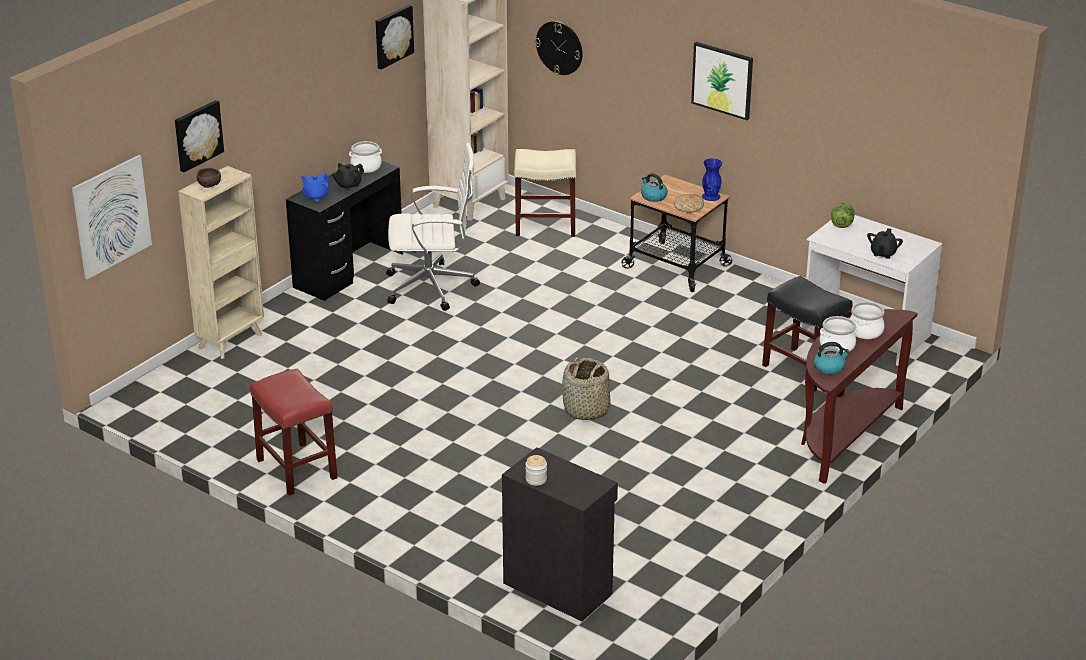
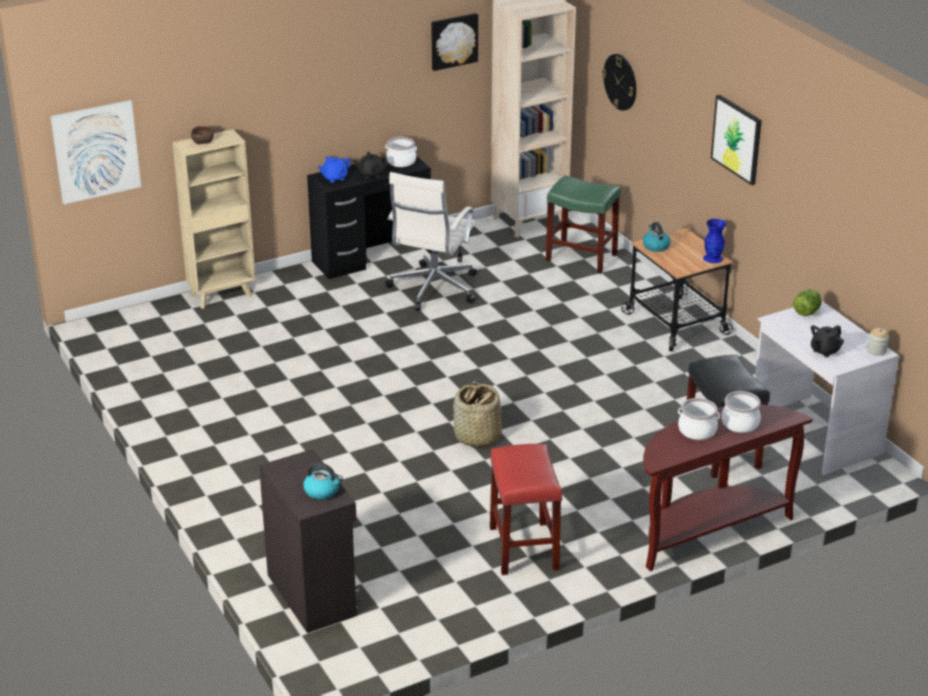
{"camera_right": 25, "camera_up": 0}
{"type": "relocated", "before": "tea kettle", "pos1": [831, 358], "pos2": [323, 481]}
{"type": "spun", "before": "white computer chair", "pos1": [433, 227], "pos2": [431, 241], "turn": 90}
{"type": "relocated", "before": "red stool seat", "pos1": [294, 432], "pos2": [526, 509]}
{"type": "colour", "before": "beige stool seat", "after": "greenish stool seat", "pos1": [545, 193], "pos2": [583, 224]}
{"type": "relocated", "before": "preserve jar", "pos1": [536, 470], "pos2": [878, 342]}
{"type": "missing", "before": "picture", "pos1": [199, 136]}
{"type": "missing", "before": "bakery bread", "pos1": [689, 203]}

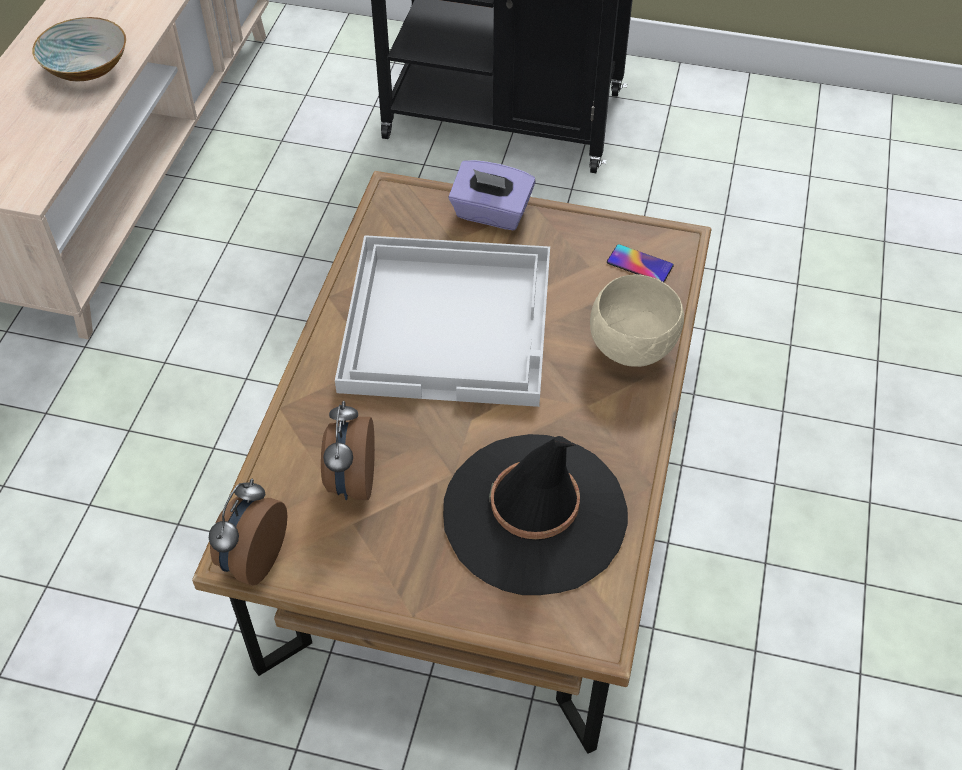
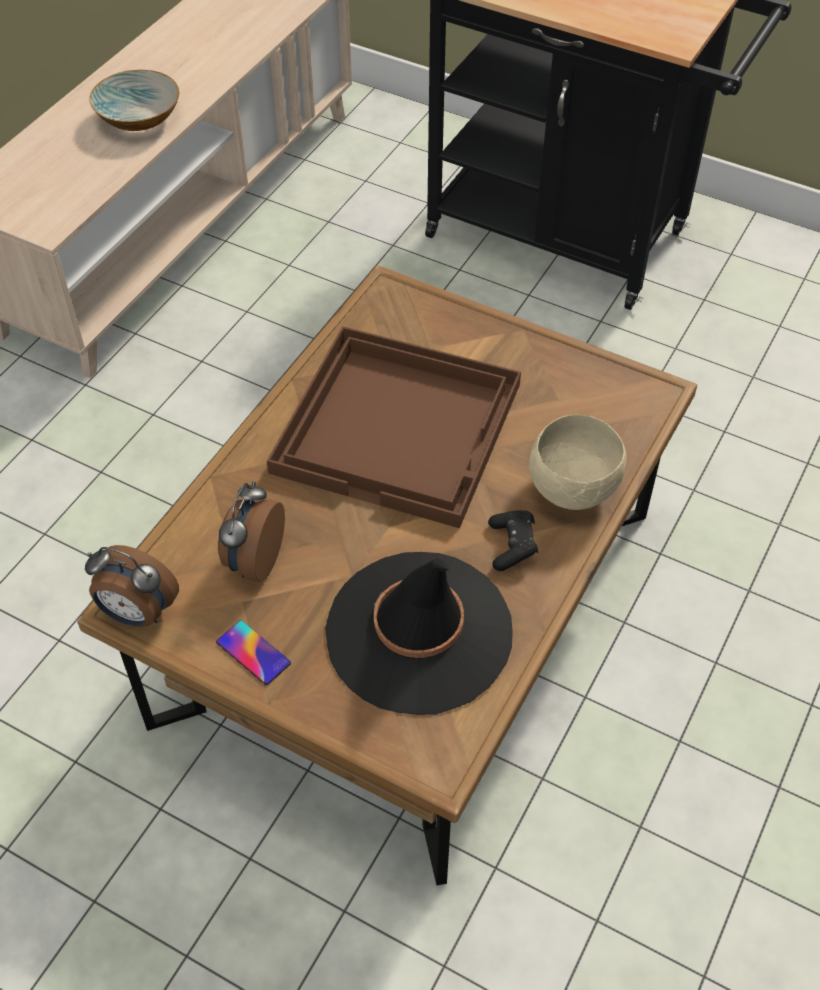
{"camera_right": 15, "camera_up": 0}
{"type": "spun", "before": "alarm clock", "pos1": [248, 532], "pos2": [132, 586], "turn": -105}
{"type": "relocated", "before": "handset", "pos1": [640, 263], "pos2": [253, 653]}
{"type": "colour", "before": "white carrying tray", "after": "brown-coloured carrying tray", "pos1": [442, 321], "pos2": [394, 427]}
{"type": "appeared", "after": "blackish gamepad", "pos2": [513, 540]}
{"type": "missing", "before": "purplish box of tissues", "pos1": [492, 195]}

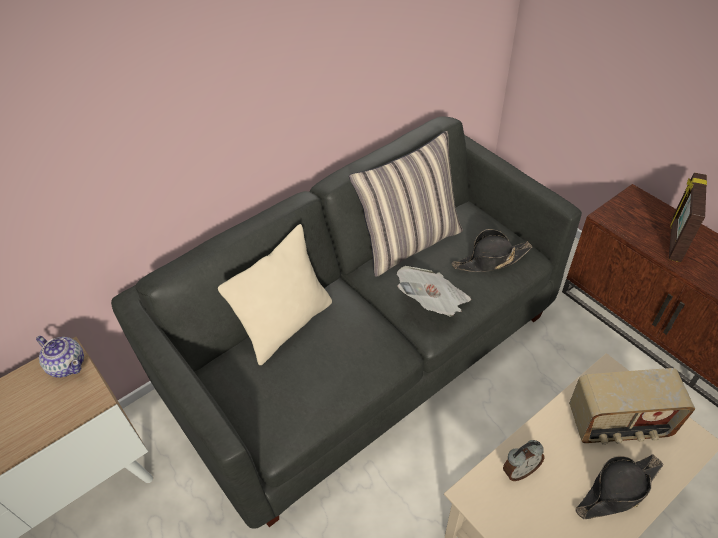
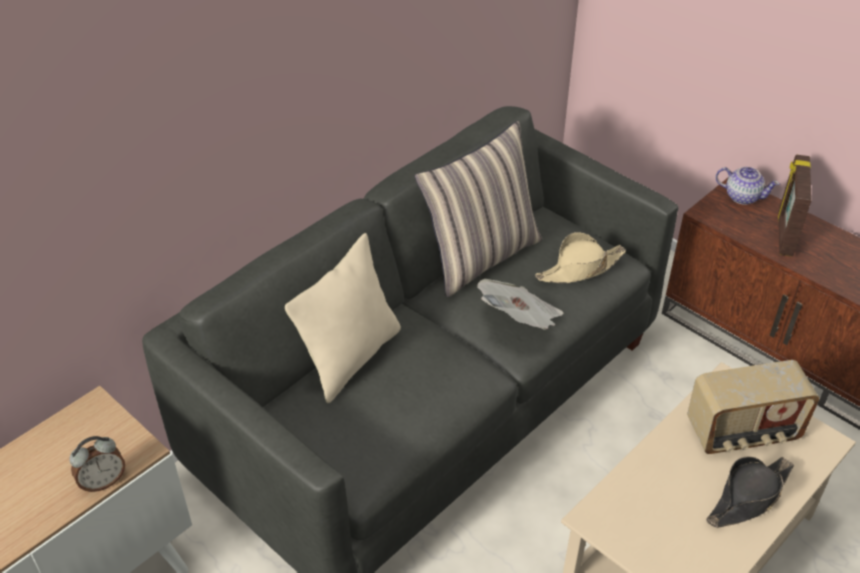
{"camera_right": -10, "camera_up": -5}
{"type": "relocated", "before": "alarm clock", "pos1": [523, 460], "pos2": [97, 464]}
{"type": "colour", "before": "blackish clothing hat", "after": "beige clothing hat", "pos1": [492, 250], "pos2": [580, 257]}
{"type": "relocated", "before": "pot for tea", "pos1": [60, 357], "pos2": [747, 186]}

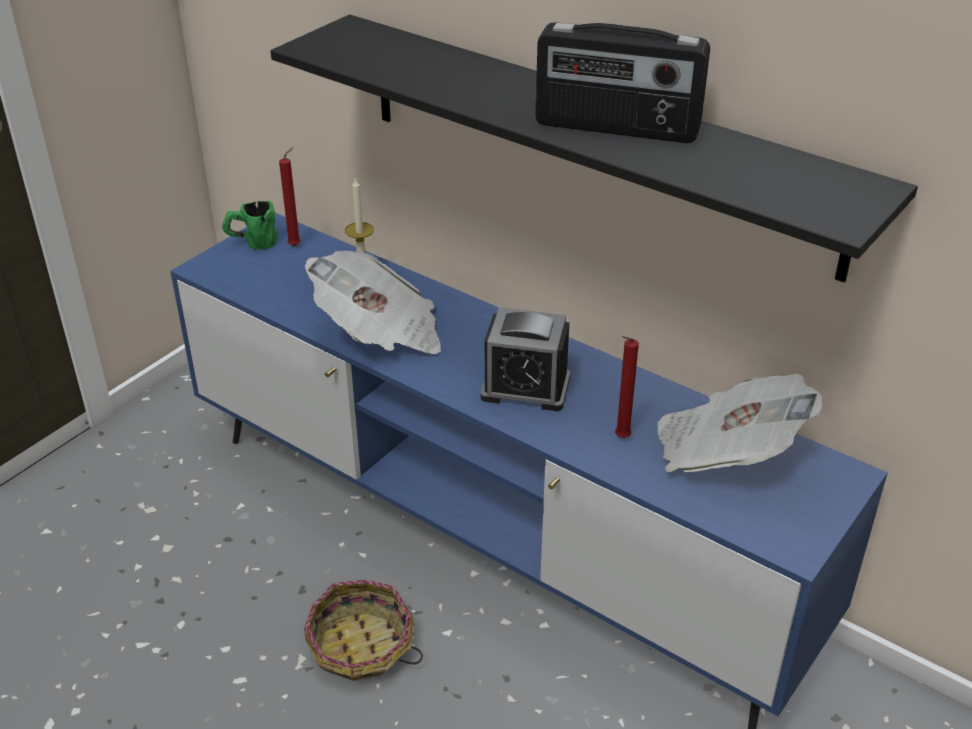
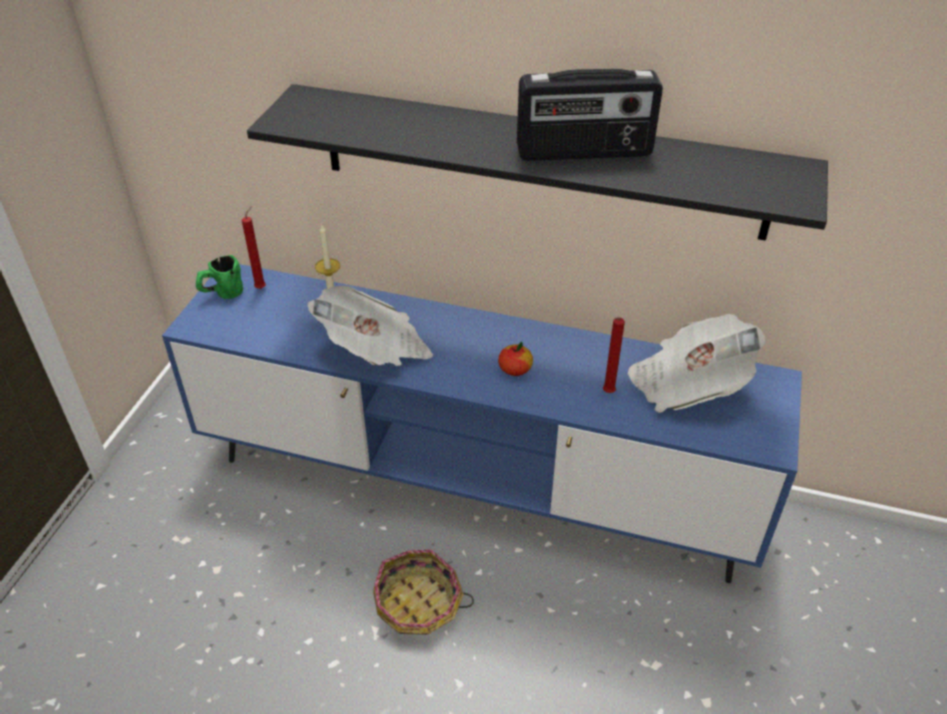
{"camera_right": -20, "camera_up": 5}
{"type": "exchanged", "before": "alarm clock", "after": "apple fruit", "pos1": [525, 359], "pos2": [515, 359]}

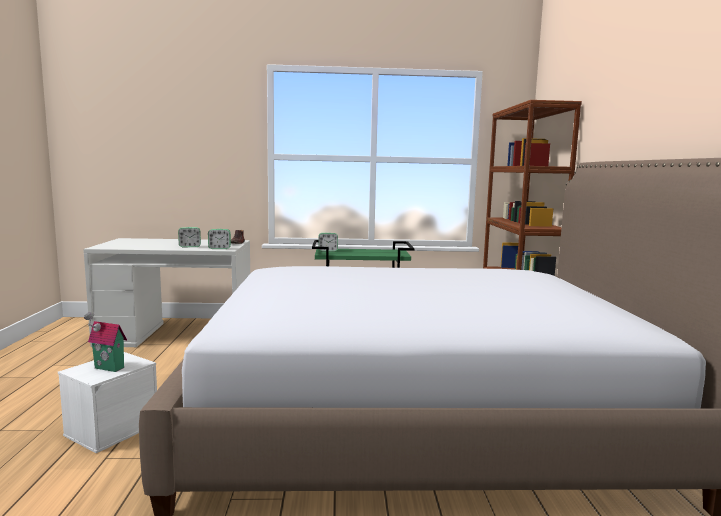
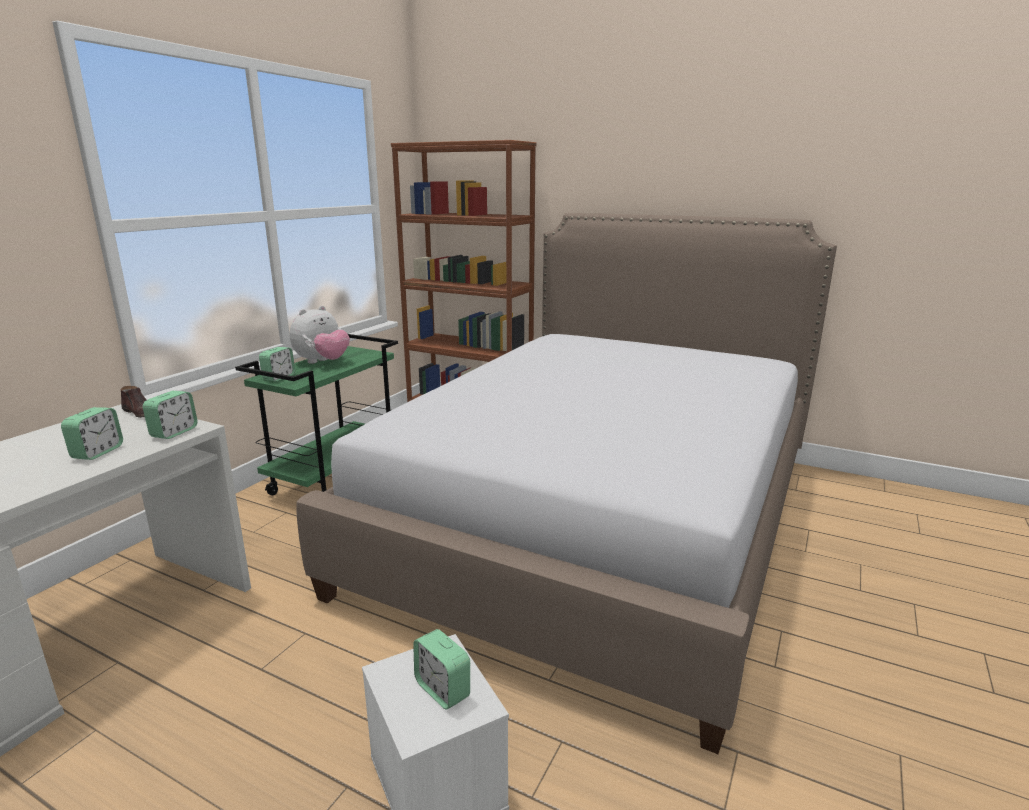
{"camera_right": -60, "camera_up": 10}
{"type": "appeared", "after": "cuddly toy", "pos2": [320, 335]}
{"type": "exchanged", "before": "model house", "after": "alarm clock", "pos1": [105, 342], "pos2": [441, 669]}

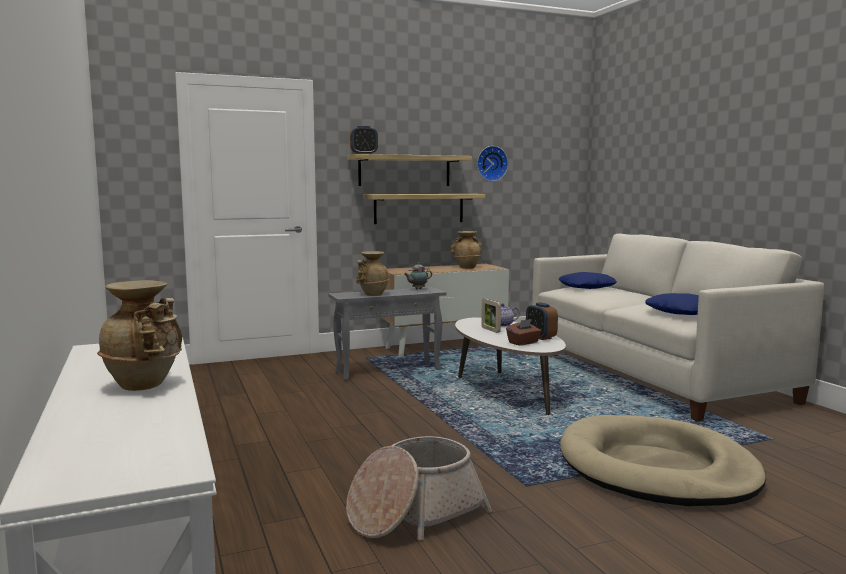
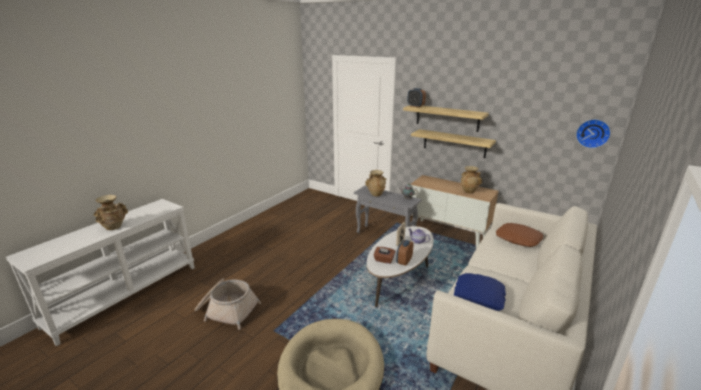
{"camera_right": 55, "camera_up": 15}
{"type": "colour", "before": "bluish cushion", "after": "brown-coloured cushion", "pos1": [588, 280], "pos2": [519, 235]}
{"type": "relocated", "before": "hanging clock", "pos1": [492, 163], "pos2": [593, 133]}

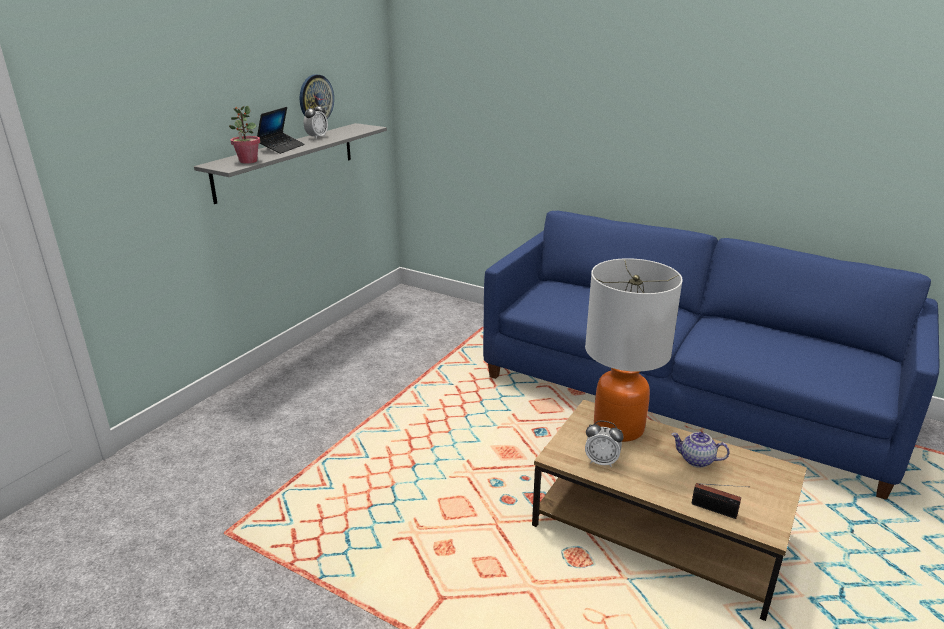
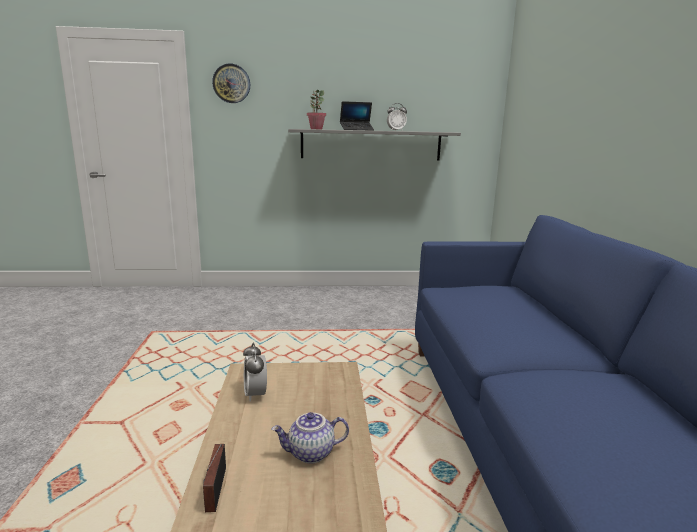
{"camera_right": 55, "camera_up": -10}
{"type": "relocated", "before": "hanging clock", "pos1": [317, 96], "pos2": [231, 83]}
{"type": "spun", "before": "pot for tea", "pos1": [700, 450], "pos2": [310, 438], "turn": -90}
{"type": "missing", "before": "tabletop lamp", "pos1": [634, 350]}

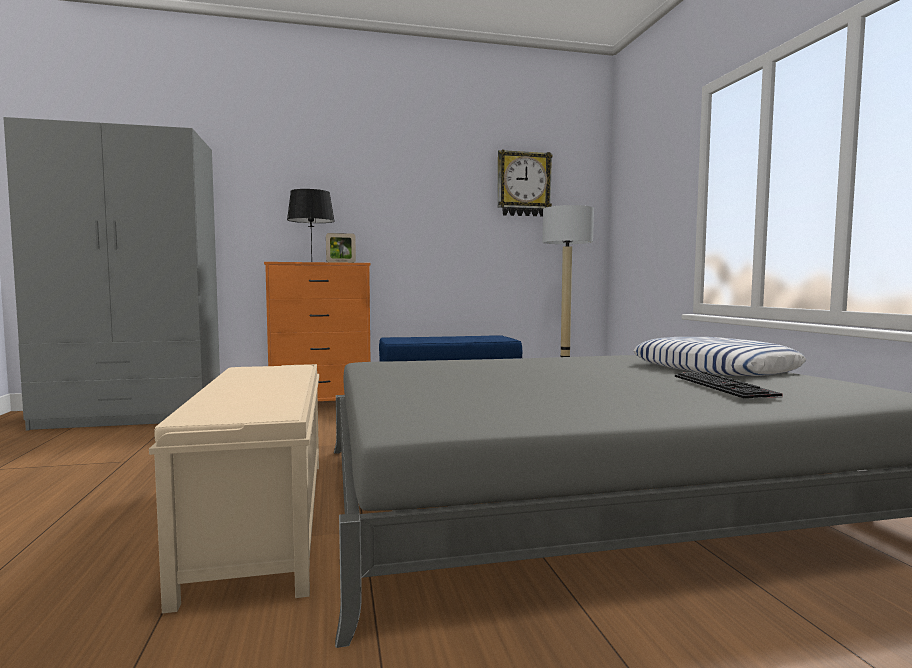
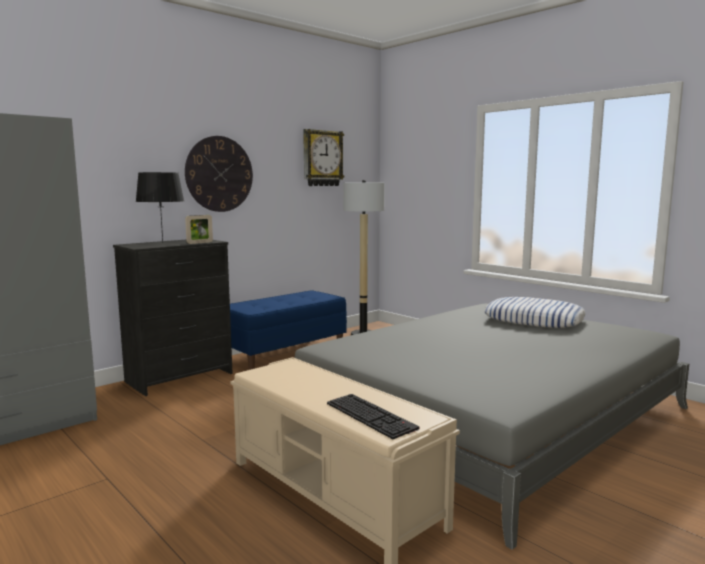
{"camera_right": -30, "camera_up": 5}
{"type": "colour", "before": "orangey dresser", "after": "blackish dresser", "pos1": [317, 331], "pos2": [173, 318]}
{"type": "appeared", "after": "hanging clock", "pos2": [219, 174]}
{"type": "relocated", "before": "PC keyboard", "pos1": [728, 385], "pos2": [373, 416]}

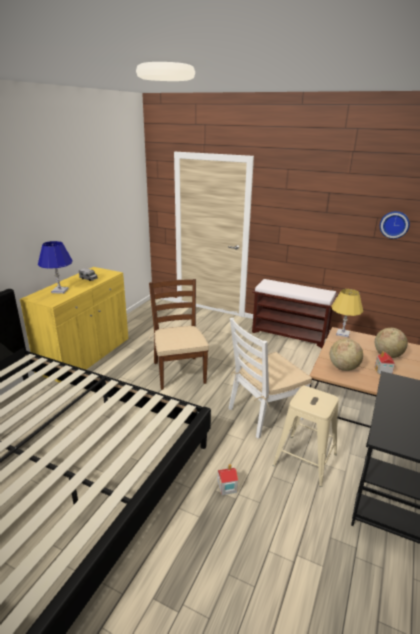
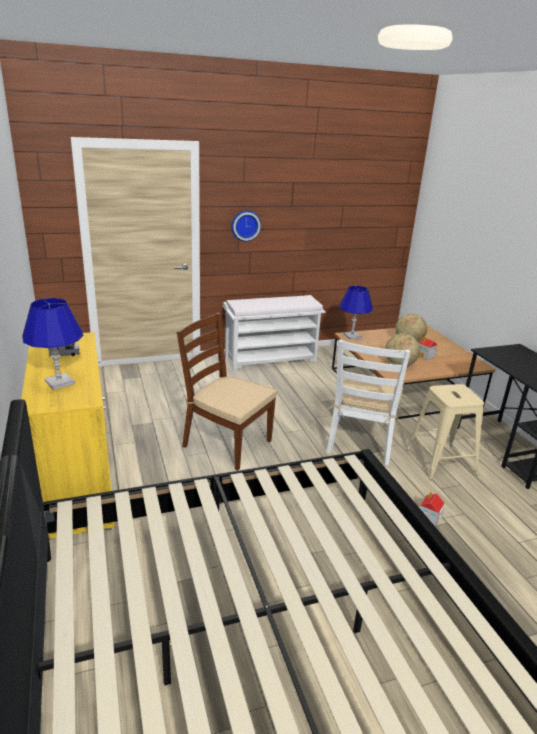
{"camera_right": -45, "camera_up": 0}
{"type": "colour", "before": "brown-coloured indoor bench", "after": "white indoor bench", "pos1": [295, 313], "pos2": [274, 333]}
{"type": "relocated", "before": "hanging clock", "pos1": [395, 225], "pos2": [246, 226]}
{"type": "colour", "before": "yellowish tabletop lamp", "after": "bluish tabletop lamp", "pos1": [347, 313], "pos2": [356, 312]}

